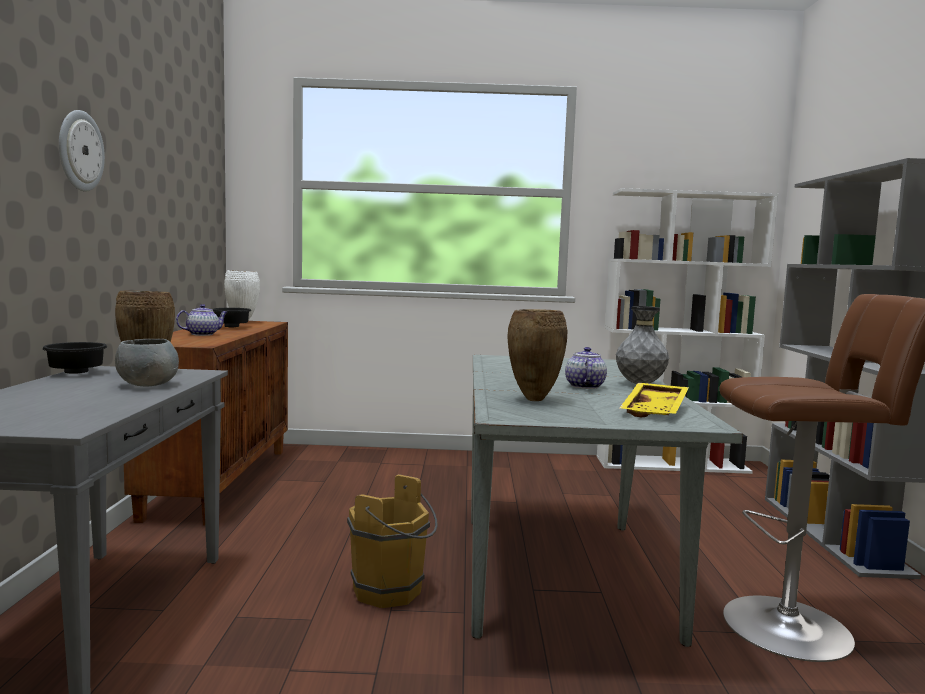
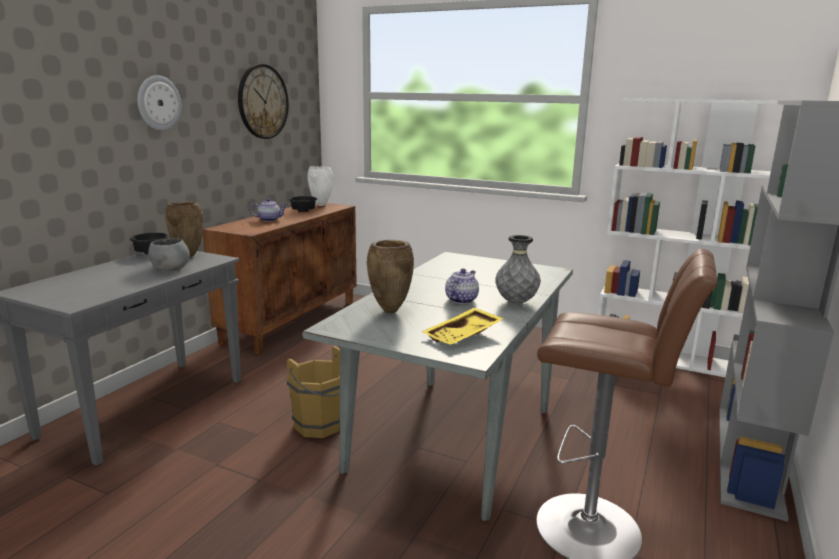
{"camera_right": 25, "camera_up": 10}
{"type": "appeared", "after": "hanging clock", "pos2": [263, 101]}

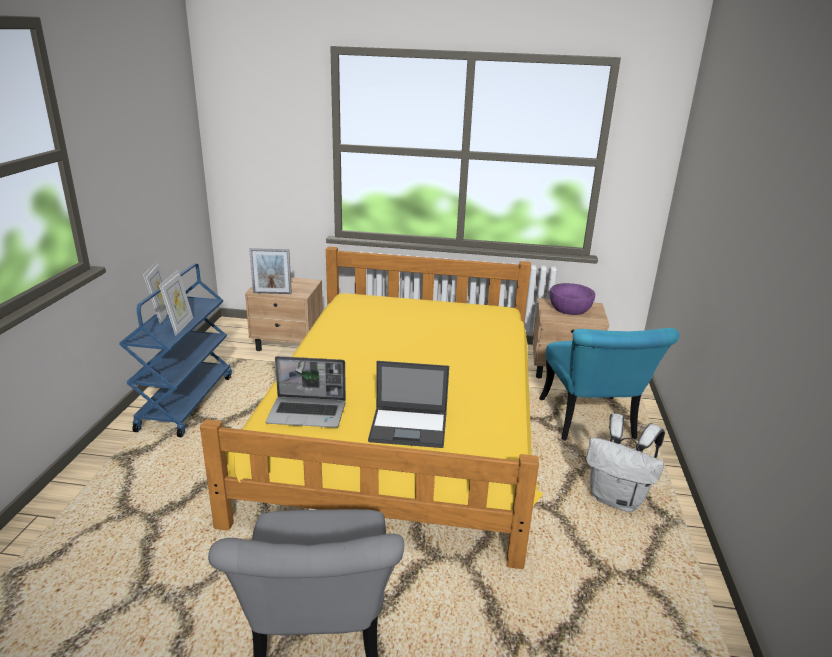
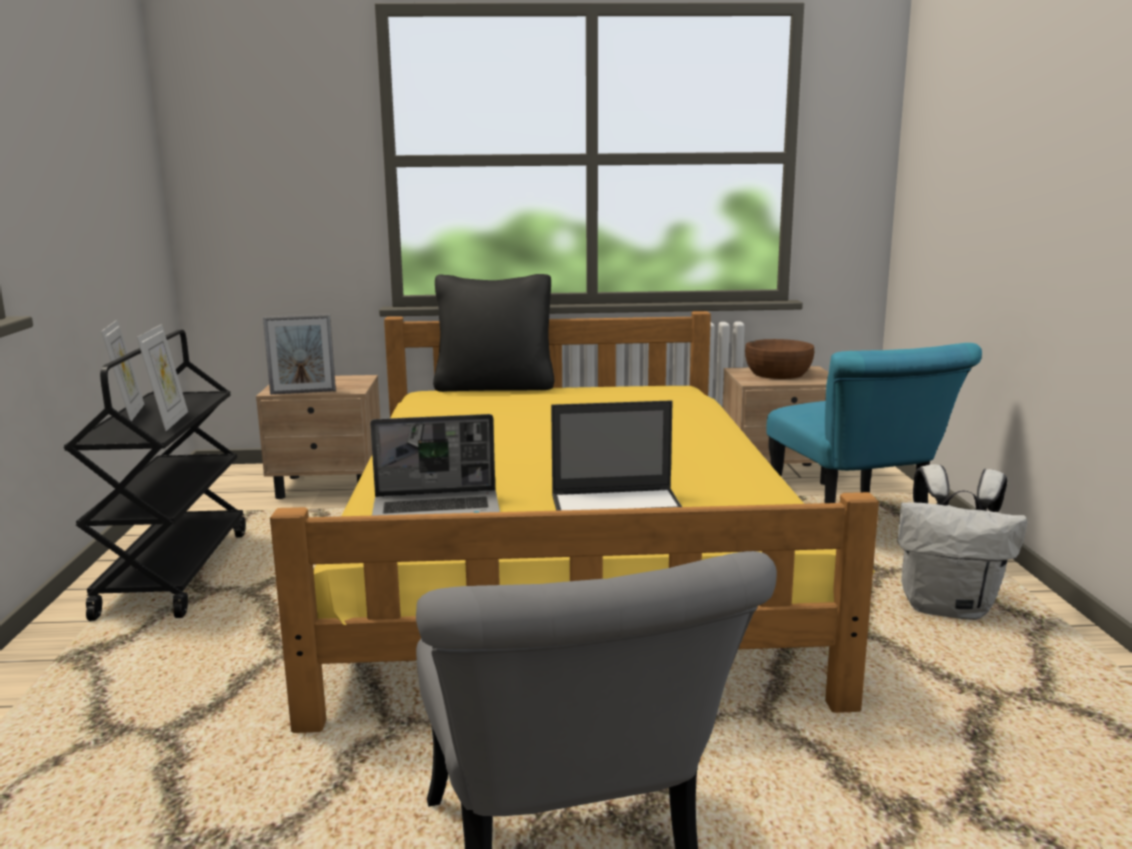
{"camera_right": -10, "camera_up": -10}
{"type": "colour", "before": "bluish trolley", "after": "blackish trolley", "pos1": [175, 350], "pos2": [154, 475]}
{"type": "appeared", "after": "blackish cushion", "pos2": [493, 333]}
{"type": "colour", "before": "purplish deep dish", "after": "brown-coloured deep dish", "pos1": [572, 299], "pos2": [779, 359]}

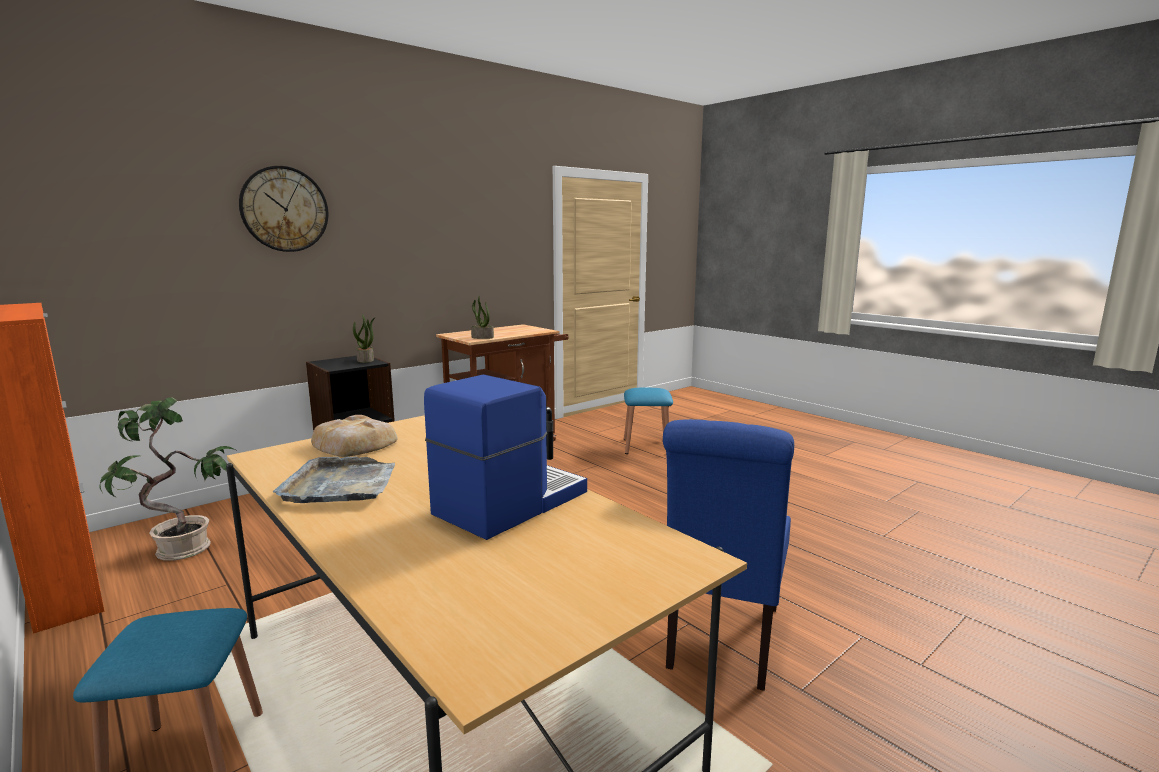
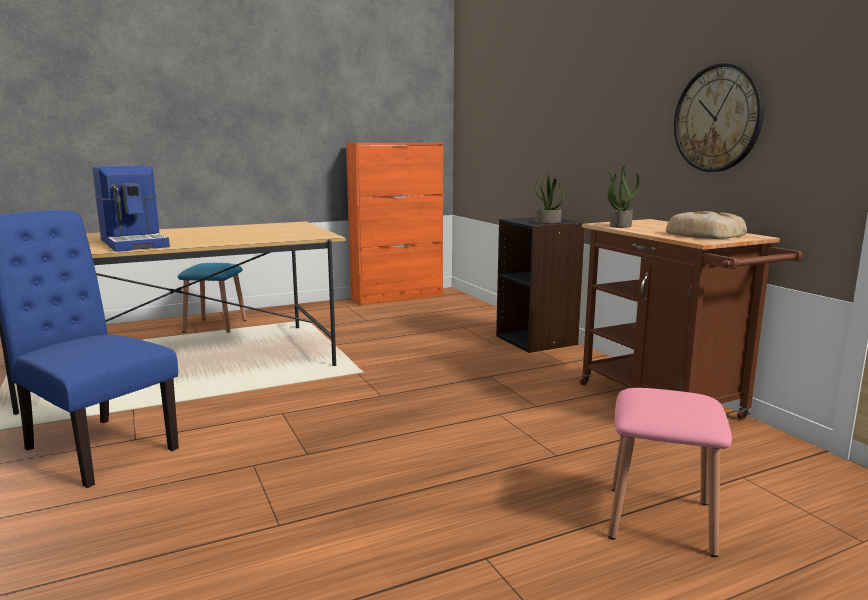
{"camera_right": 105, "camera_up": 0}
{"type": "colour", "before": "bluish stool seat", "after": "pink stool seat", "pos1": [648, 421], "pos2": [670, 472]}
{"type": "relocated", "before": "bakery bread", "pos1": [354, 436], "pos2": [706, 225]}
{"type": "relocated", "before": "hanging clock", "pos1": [283, 209], "pos2": [719, 117]}
{"type": "missing", "before": "potted plant", "pos1": [167, 479]}
{"type": "missing", "before": "greyish carrying tray", "pos1": [334, 479]}

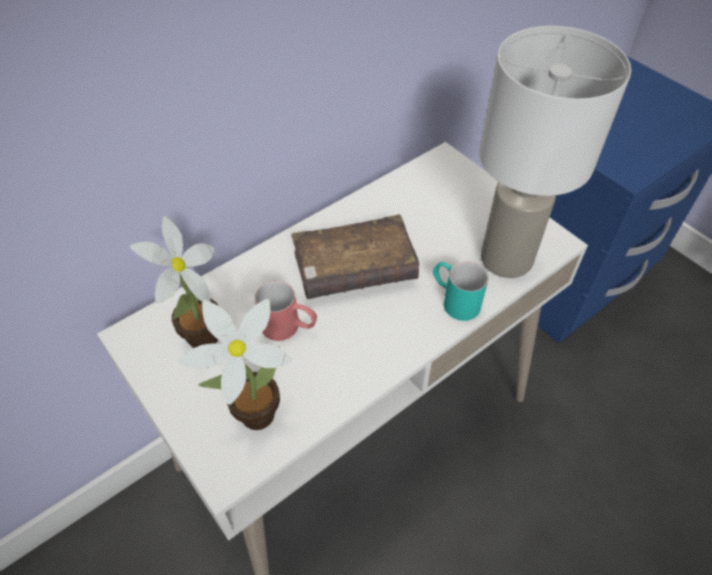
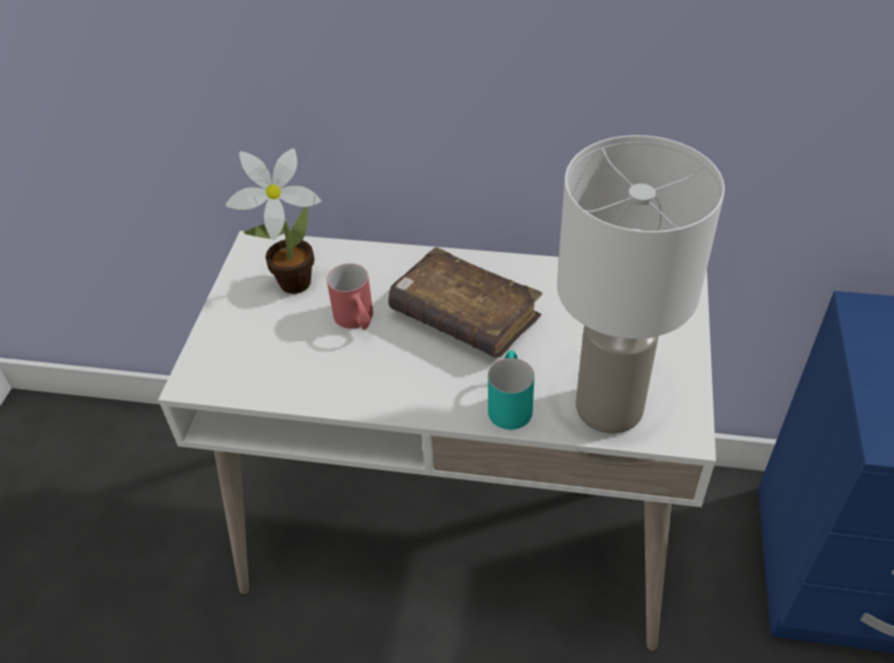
{"camera_right": 50, "camera_up": -5}
{"type": "missing", "before": "potted plant", "pos1": [235, 364]}

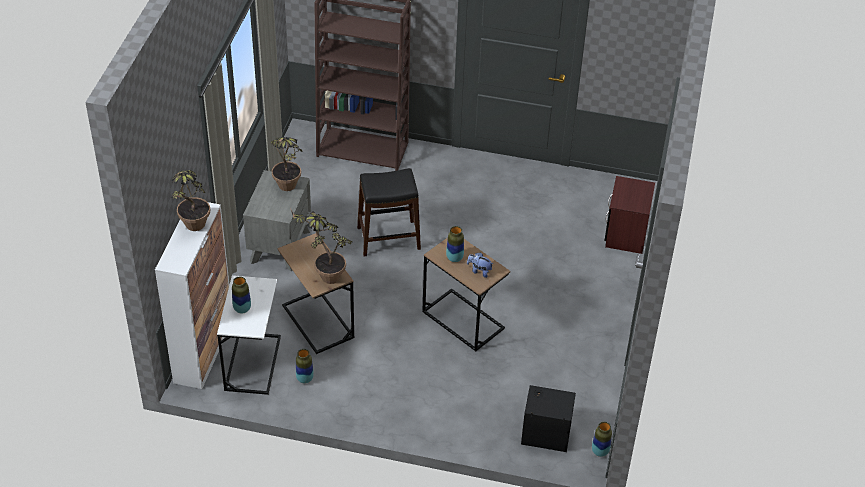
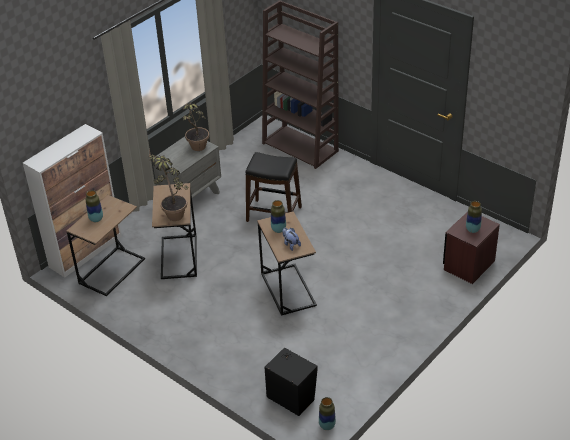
{"camera_right": 30, "camera_up": -5}
{"type": "colour", "before": "white end table", "after": "brown-coloured end table", "pos1": [249, 335], "pos2": [105, 245]}
{"type": "relocated", "before": "decorative vase", "pos1": [305, 366], "pos2": [474, 217]}
{"type": "missing", "before": "potted plant", "pos1": [190, 200]}

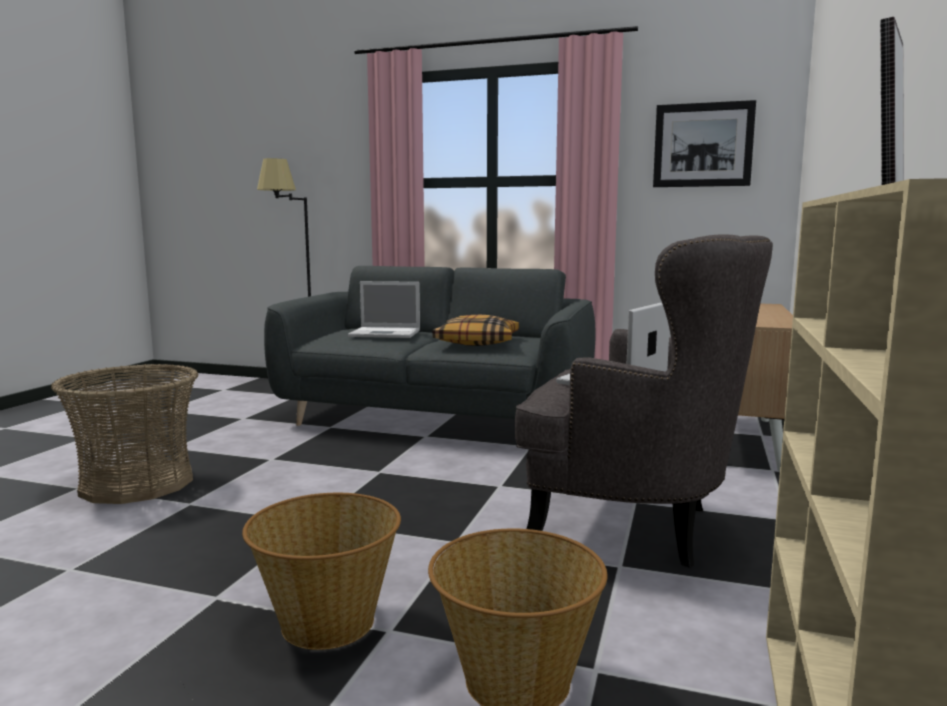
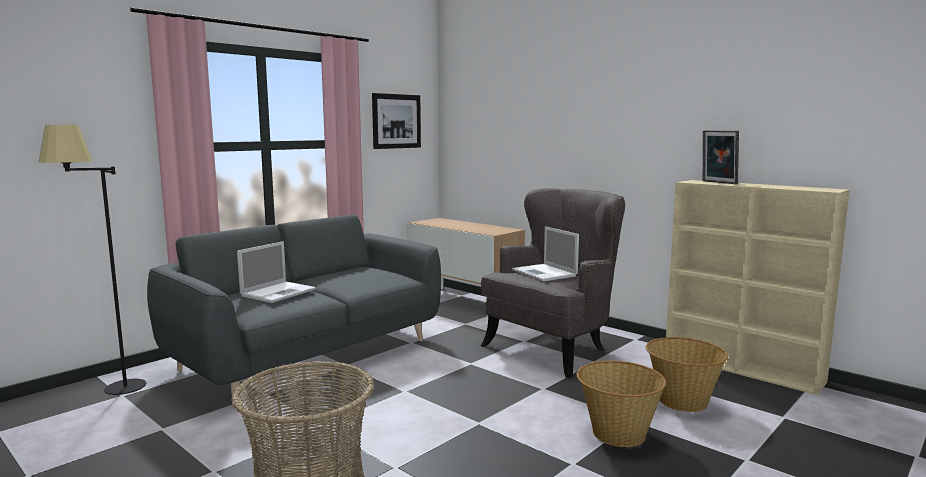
{"camera_right": -65, "camera_up": 0}
{"type": "missing", "before": "cushion", "pos1": [475, 330]}

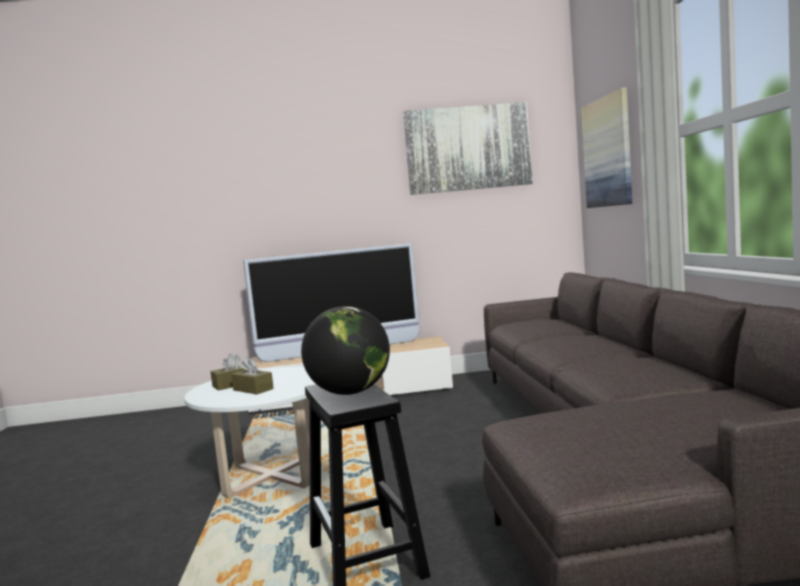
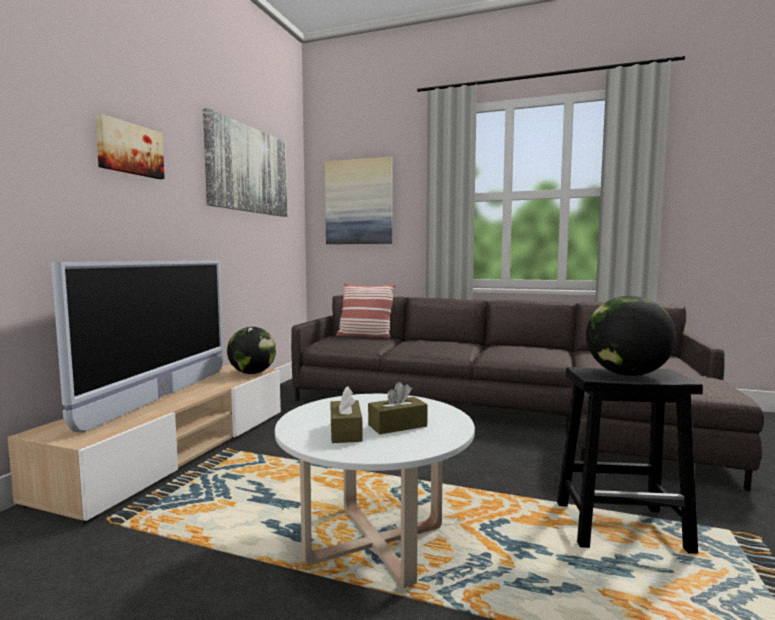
{"camera_right": -65, "camera_up": 0}
{"type": "appeared", "after": "picture", "pos2": [130, 146]}
{"type": "appeared", "after": "world globe", "pos2": [251, 350]}
{"type": "appeared", "after": "cushion", "pos2": [366, 310]}

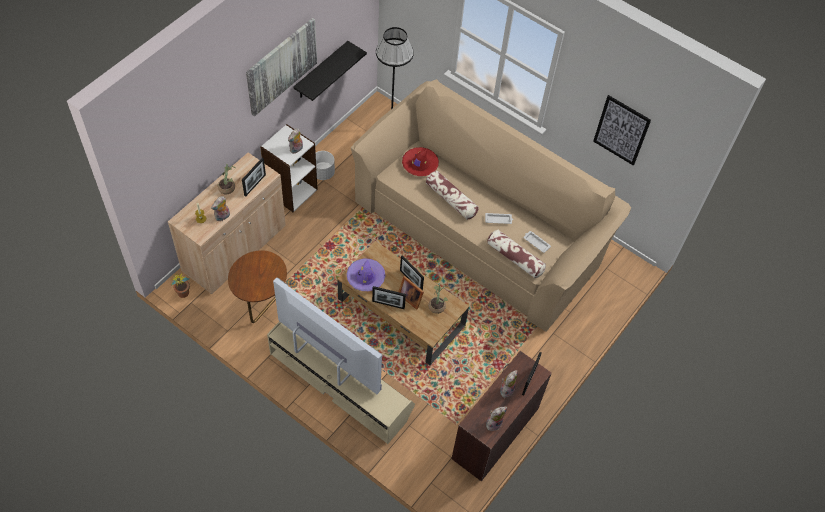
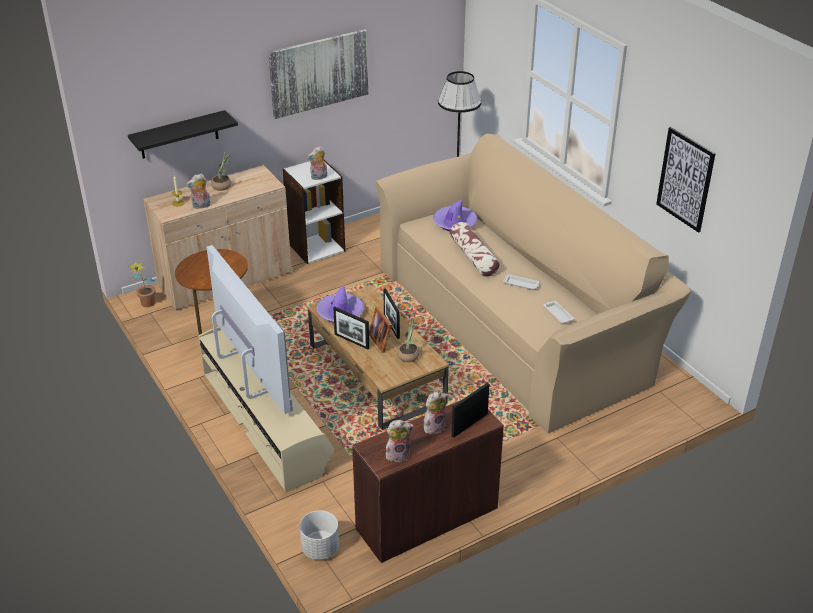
{"camera_right": 25, "camera_up": -20}
{"type": "relocated", "before": "blackish wall shelf", "pos1": [330, 71], "pos2": [183, 134]}
{"type": "relocated", "before": "white planter", "pos1": [325, 165], "pos2": [319, 535]}
{"type": "colour", "before": "red clothing hat", "after": "purplish clothing hat", "pos1": [420, 161], "pos2": [455, 215]}
{"type": "missing", "before": "standing frame", "pos1": [254, 177]}
{"type": "missing", "before": "cushion", "pos1": [516, 254]}

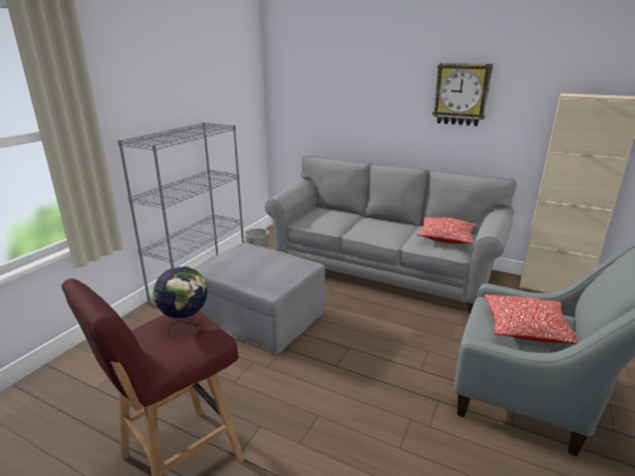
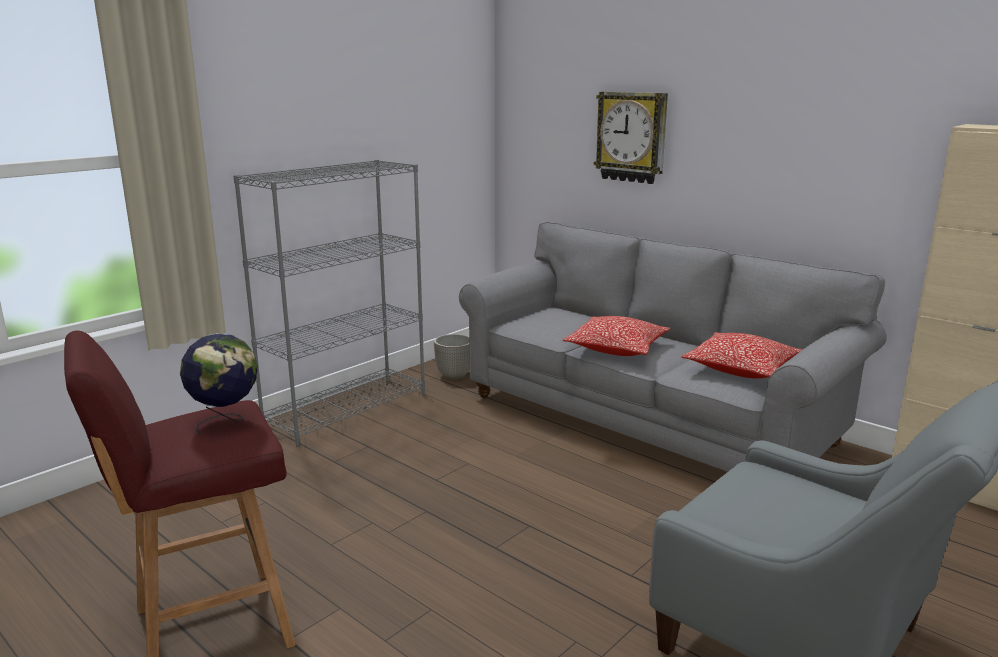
{"camera_right": 15, "camera_up": -5}
{"type": "relocated", "before": "cushion", "pos1": [531, 319], "pos2": [616, 336]}
{"type": "relocated", "before": "hanging clock", "pos1": [463, 94], "pos2": [631, 138]}
{"type": "missing", "before": "greyish ottoman", "pos1": [258, 298]}

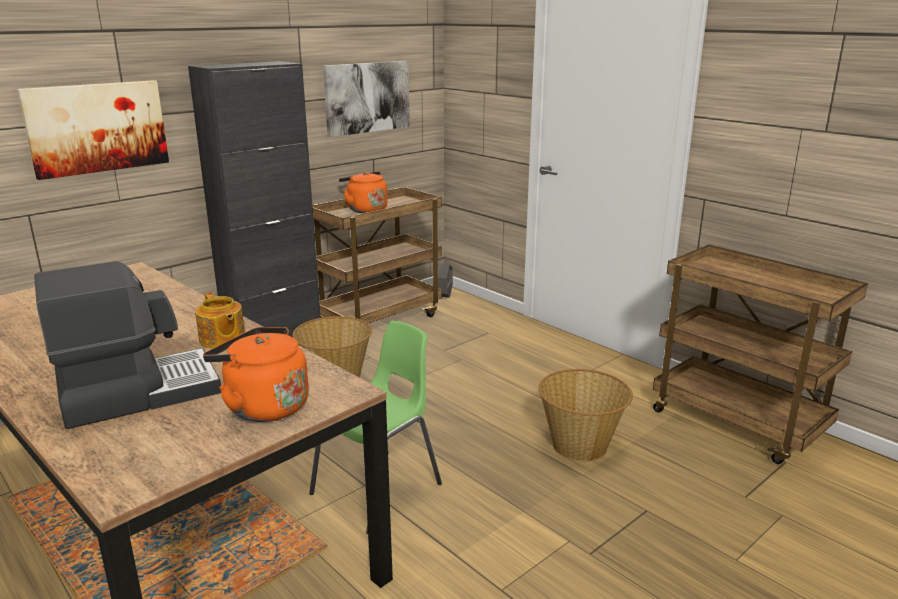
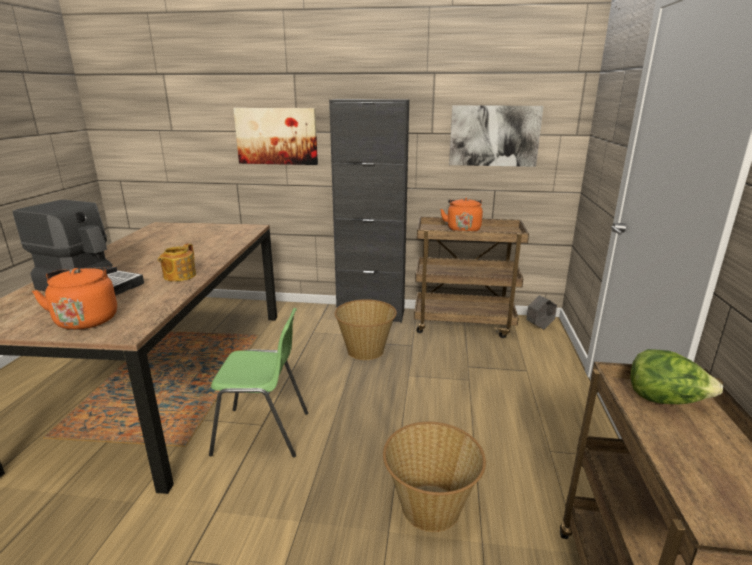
{"camera_right": 50, "camera_up": 0}
{"type": "appeared", "after": "lettuce", "pos2": [676, 376]}

